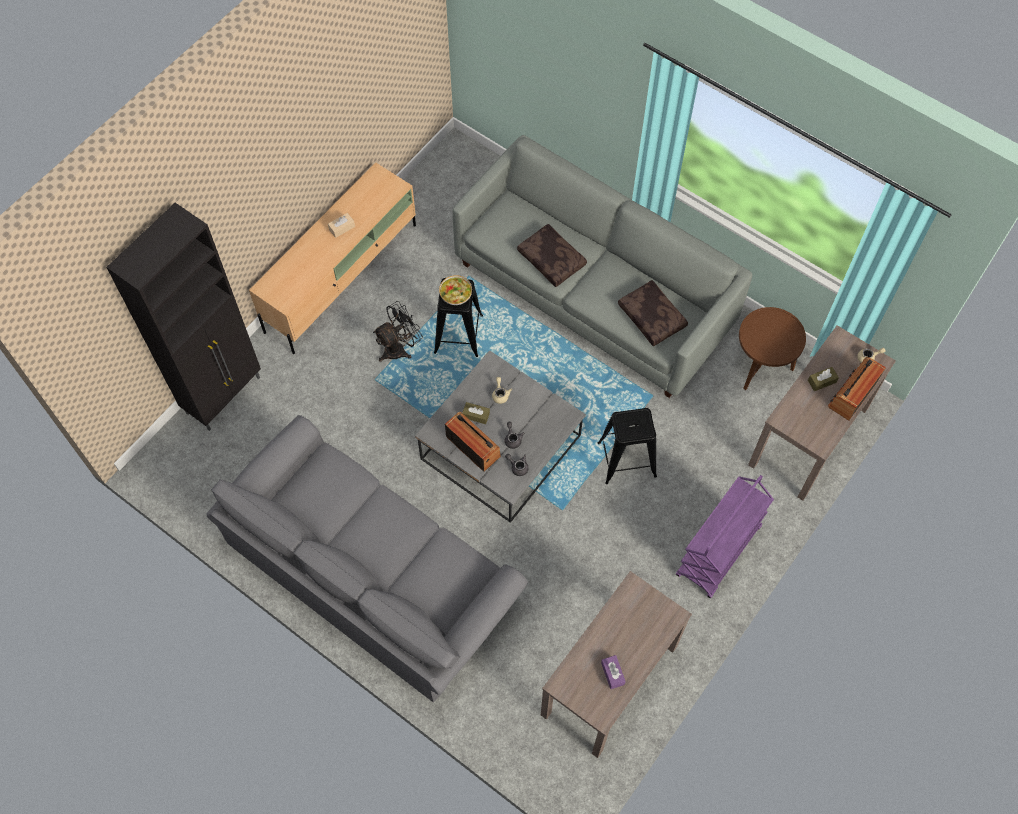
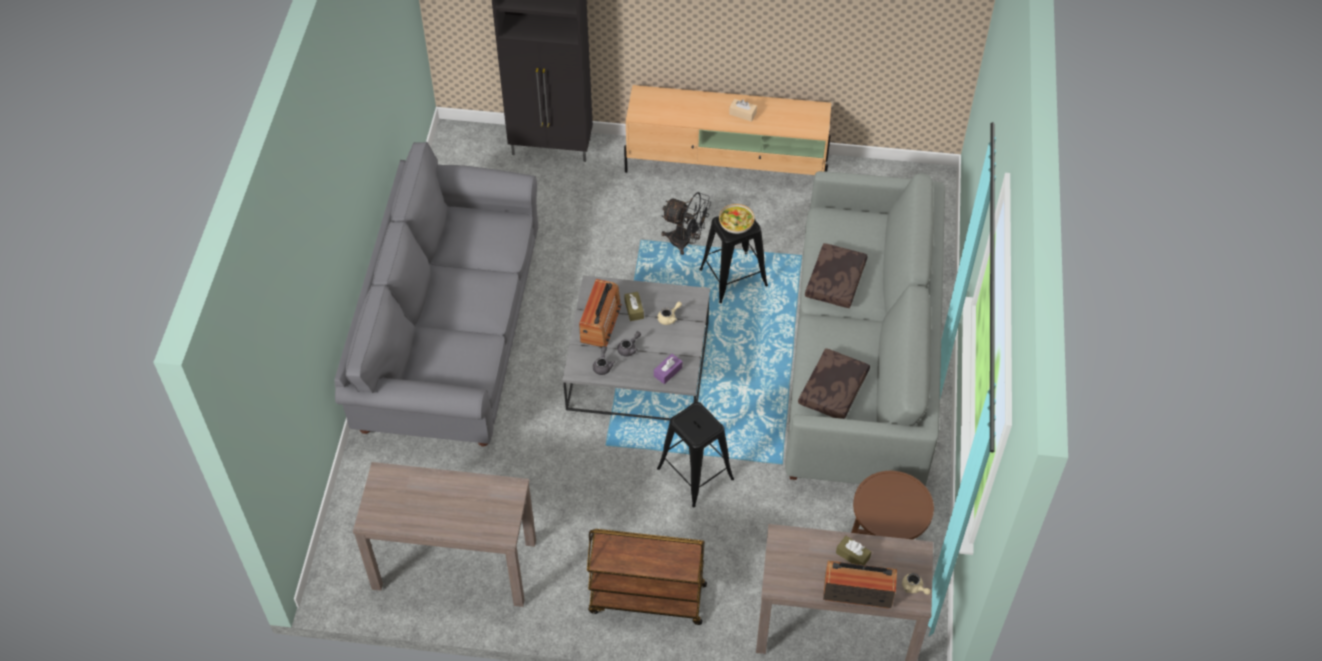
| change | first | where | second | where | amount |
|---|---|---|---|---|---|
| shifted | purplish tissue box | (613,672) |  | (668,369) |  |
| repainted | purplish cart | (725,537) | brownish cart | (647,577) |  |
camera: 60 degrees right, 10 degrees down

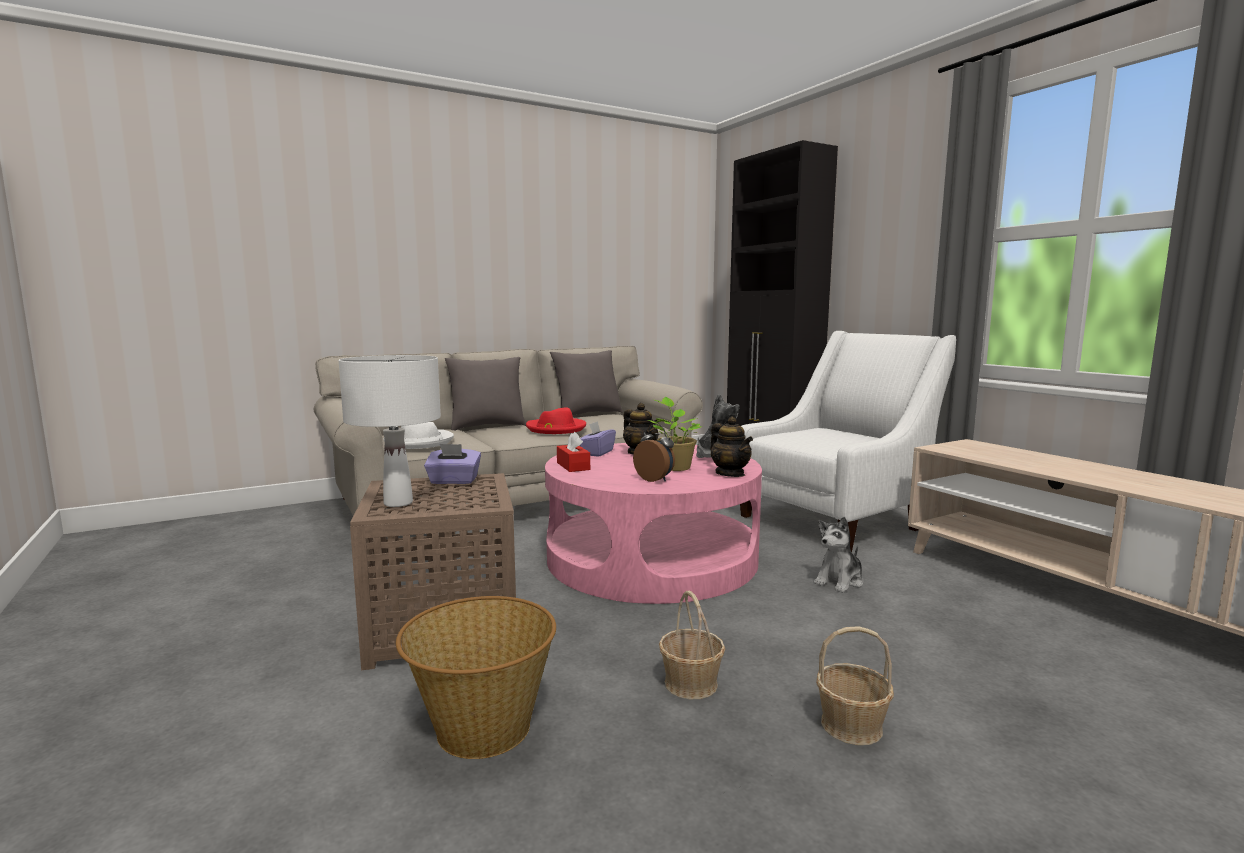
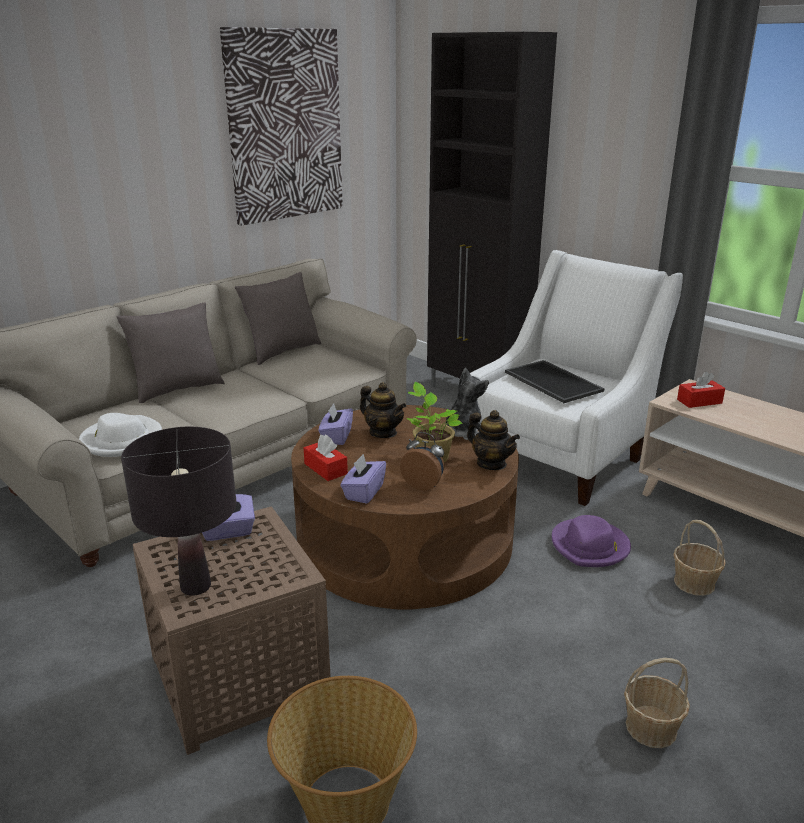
| change | first | where | second | where | amount |
|---|---|---|---|---|---|
| gone | red-coloured clothing hat | (556,420) |  |  |  |
| new |  |  | wall picture | (281,126) |  |
| new |  |  | purplish tissue box | (363,479) |  |
| new |  |  | serving tray | (554,381) |  |
| new |  |  | red-coloured tissue box | (701,390) |  |
| shifted | basket | (692,645) |  | (699,558) |  |
| swapped | soft toy | (839,555) | purplish clothing hat | (591,541) |  |
| repainted | whitish lamp for a table | (390,431) | black-coloured lamp for a table | (178,511) |  |
| repainted | pink lounge table | (653,523) | brownish lounge table | (405,507) |  |
camera: 15 degrees left, 15 degrees up

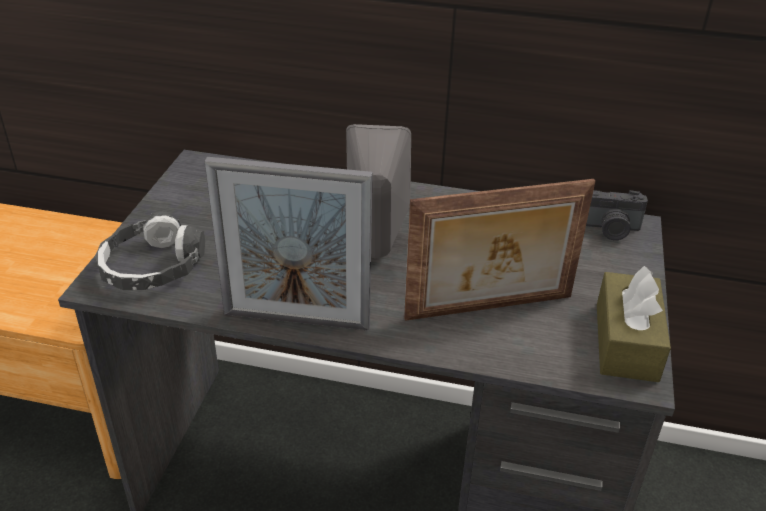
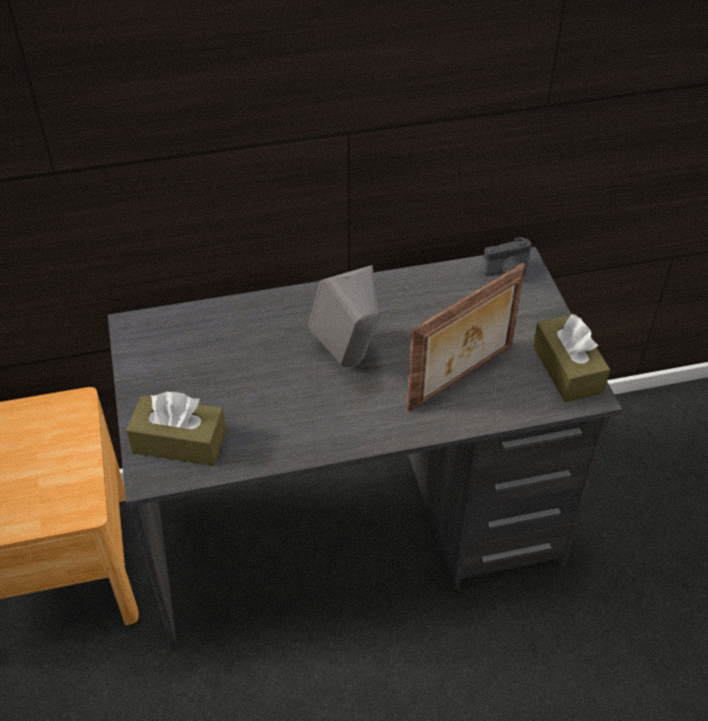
| change | first | where | second | where | amount |
|---|---|---|---|---|---|
| gone | standing frame | (288,244) |  |  |  |
| swapped | headphones | (150,250) | brownish tissue box | (176,429) |  |
camera: 25 degrees left, 10 degrees up

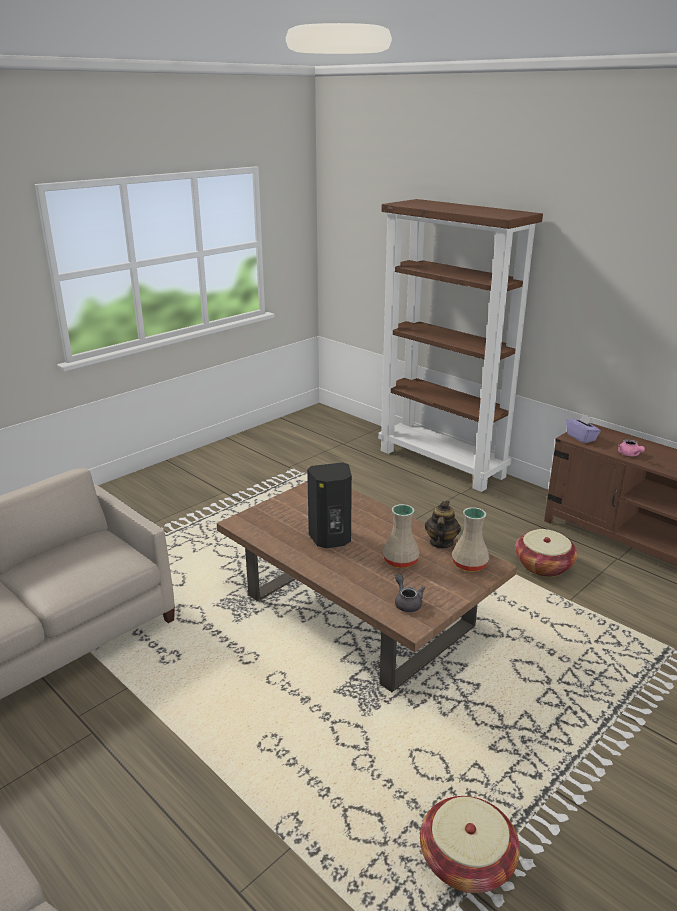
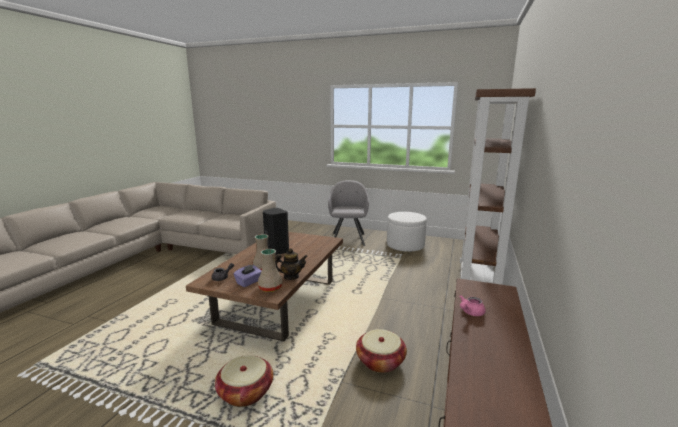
| change | first | where | second | where | amount |
|---|---|---|---|---|---|
| new |  |  | gray lounge chair | (348,213) |  |
| new |  |  | whitish ottoman | (407,232) |  |
| shifted | basket | (470,844) |  | (244,381) |  |
| shifted | purplish tissue box | (583,428) |  | (247,275) |  |
camera: 65 degrees right, 10 degrees down

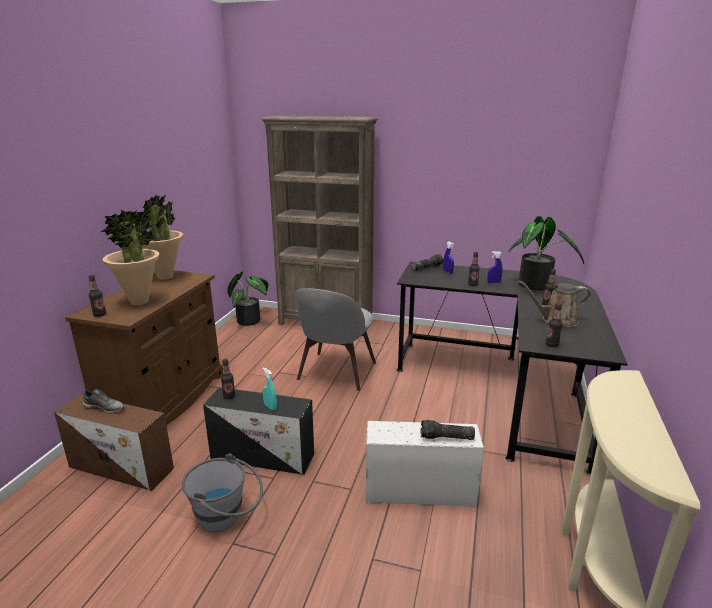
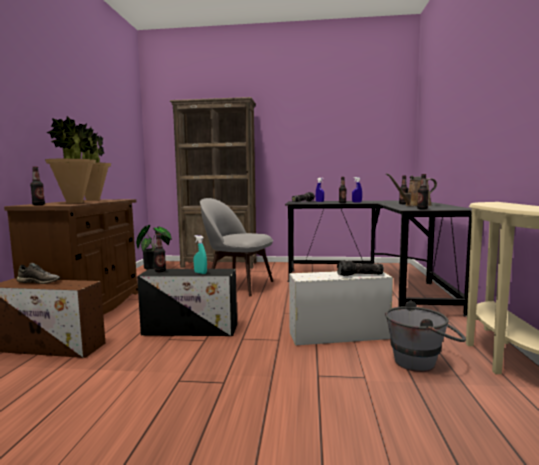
| change | first | where | second | where | amount |
|---|---|---|---|---|---|
| gone | houseplant | (546,253) |  |  |  |
| shifted | gray pail | (222,492) |  | (425,336) |  |
| rotated | gray upright chair | (335,339) |  | (236,247) | 105 degrees clockwise |
camera: 10 degrees left, 15 degrees down

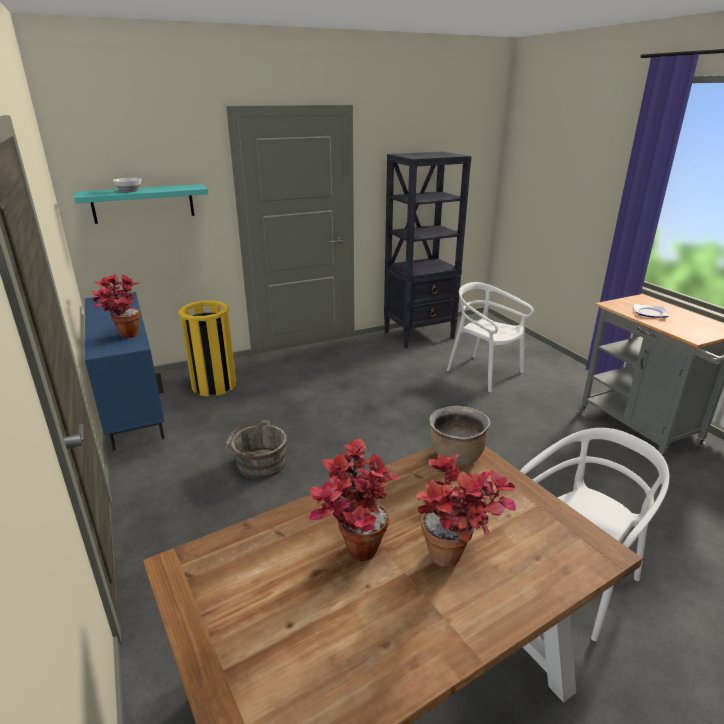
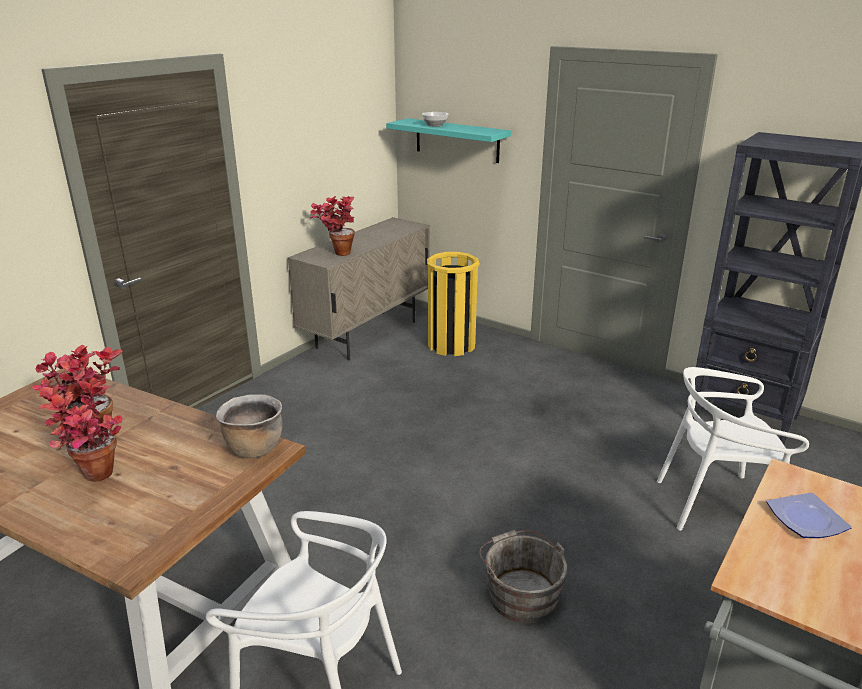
| change | first | where | second | where | amount |
|---|---|---|---|---|---|
| shifted | gray pail | (256,449) |  | (523,577) |  |
| repainted | bluish storage cabinet | (125,371) | beige storage cabinet | (359,289) |  |
| rotated | whitish upright chair | (490,337) |  | (733,449) | 105 degrees counterclockwise |
camera: 60 degrees right, 0 degrees up

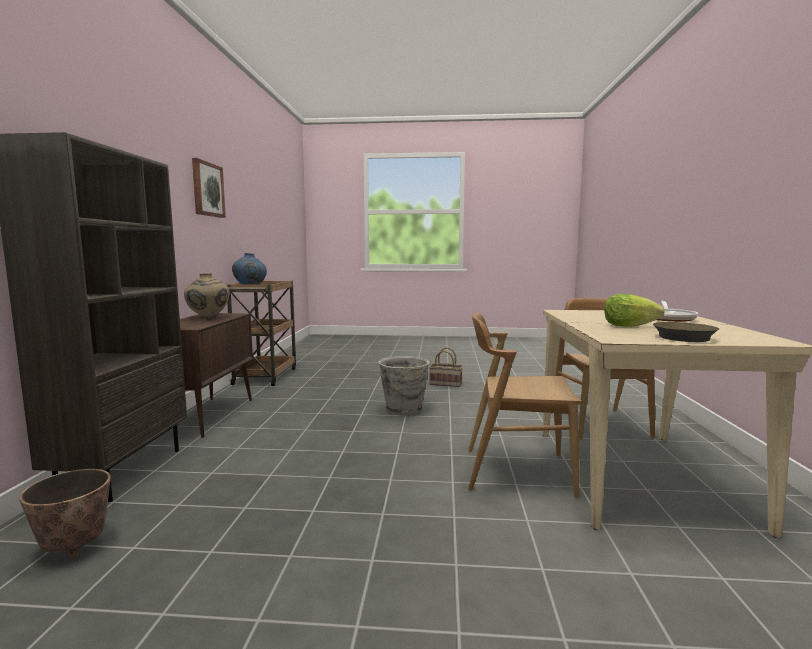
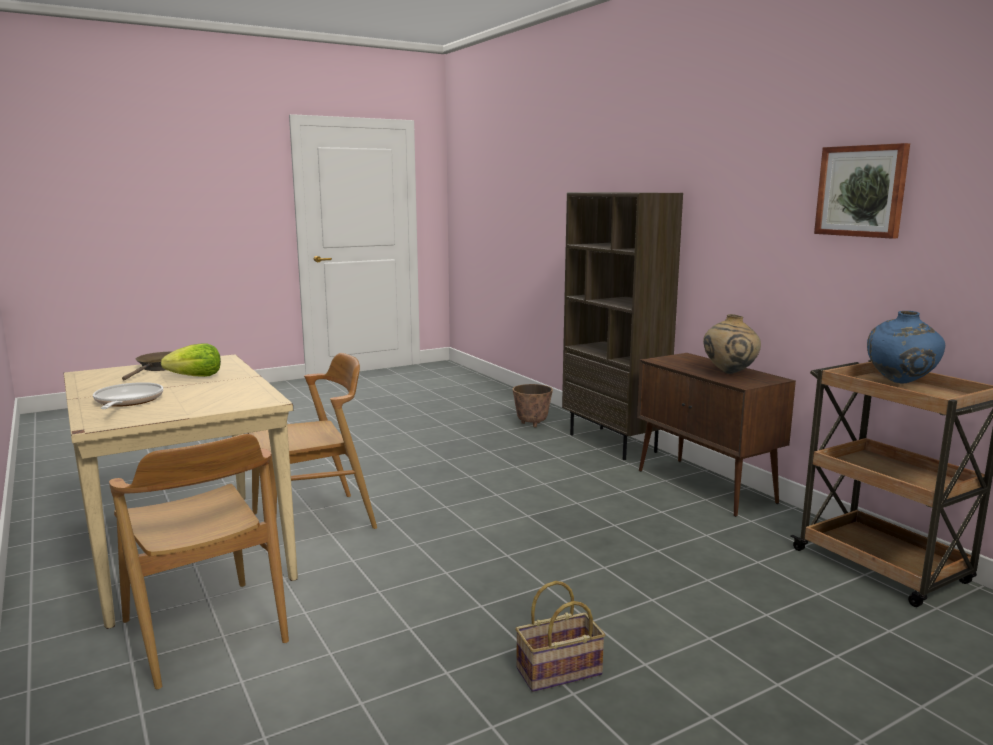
| change | first | where | second | where | amount |
|---|---|---|---|---|---|
| gone | gray pail | (405,386) |  |  |  |
camera: 145 degrees right, 5 degrees up

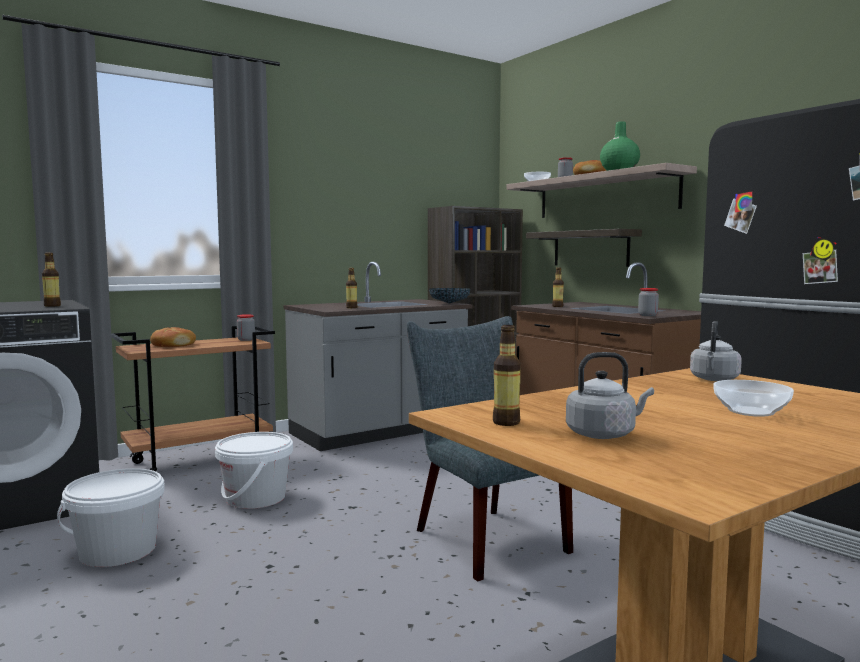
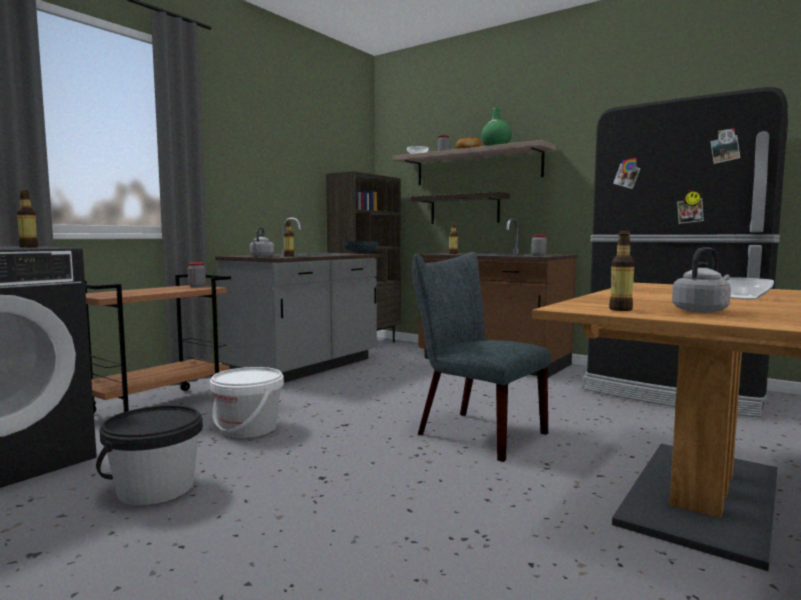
| change | first | where | second | where | amount |
|---|---|---|---|---|---|
| gone | bread | (173,337) |  |  |  |
| shifted | gray tea kettle | (716,351) |  | (262,242) |  |
| repainted | whitish pail | (111,517) | black-coloured pail | (149,455) |  |
camera: 20 degrees left, 0 degrees up

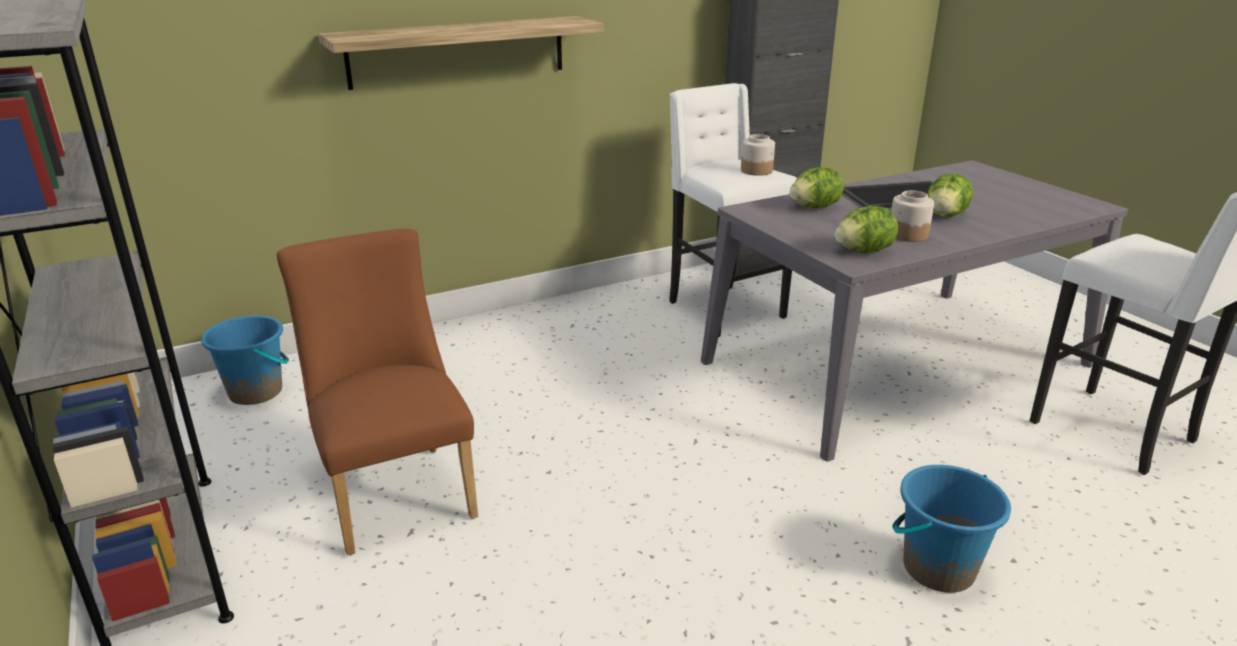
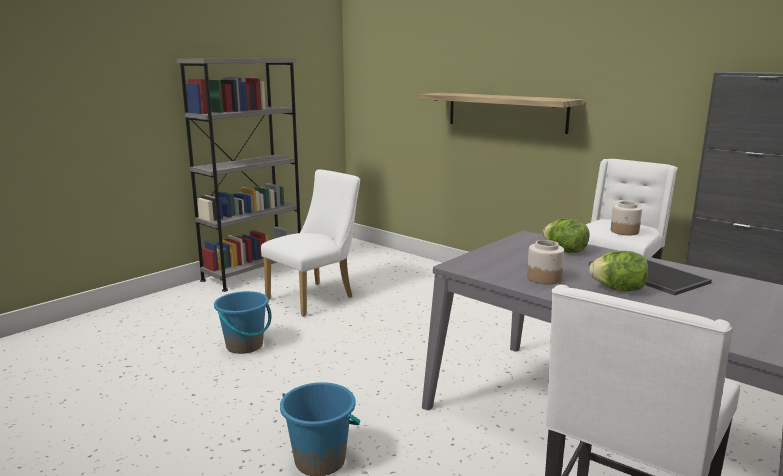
| change | first | where | second | where | amount |
|---|---|---|---|---|---|
| gone | lettuce | (866,229) |  |  |  |
| shifted | bluish pail | (245,360) |  | (243,322) |  |
| repainted | brownish upright chair | (377,392) | whitish upright chair | (310,243) |  |
camera: 70 degrees right, 10 degrees down

